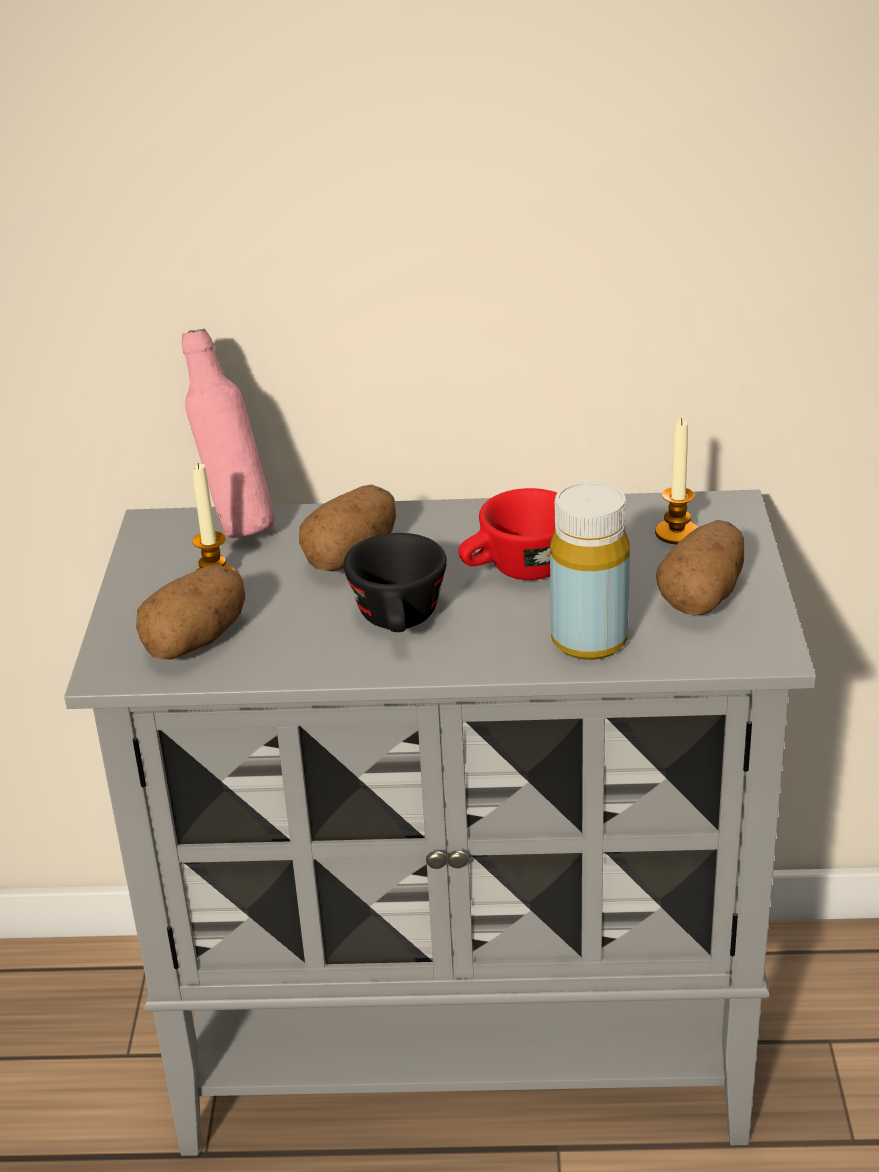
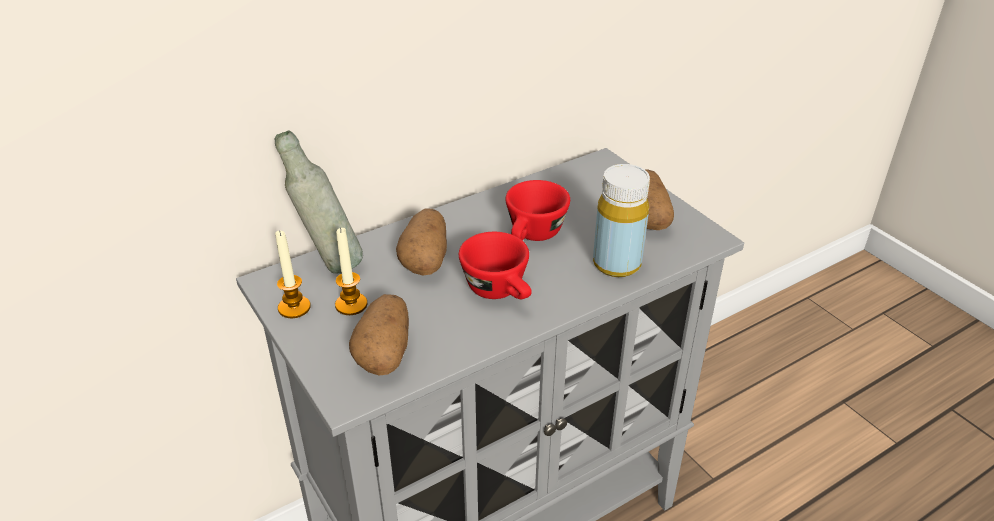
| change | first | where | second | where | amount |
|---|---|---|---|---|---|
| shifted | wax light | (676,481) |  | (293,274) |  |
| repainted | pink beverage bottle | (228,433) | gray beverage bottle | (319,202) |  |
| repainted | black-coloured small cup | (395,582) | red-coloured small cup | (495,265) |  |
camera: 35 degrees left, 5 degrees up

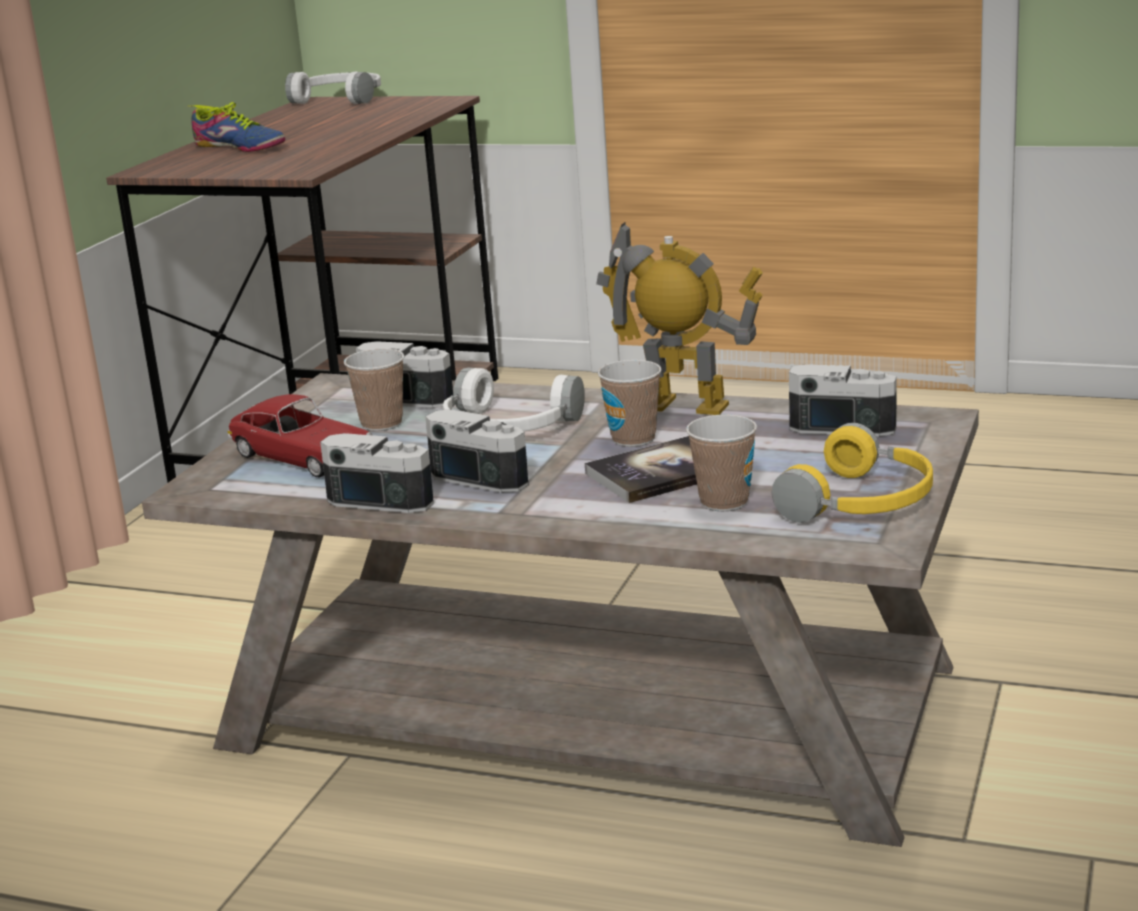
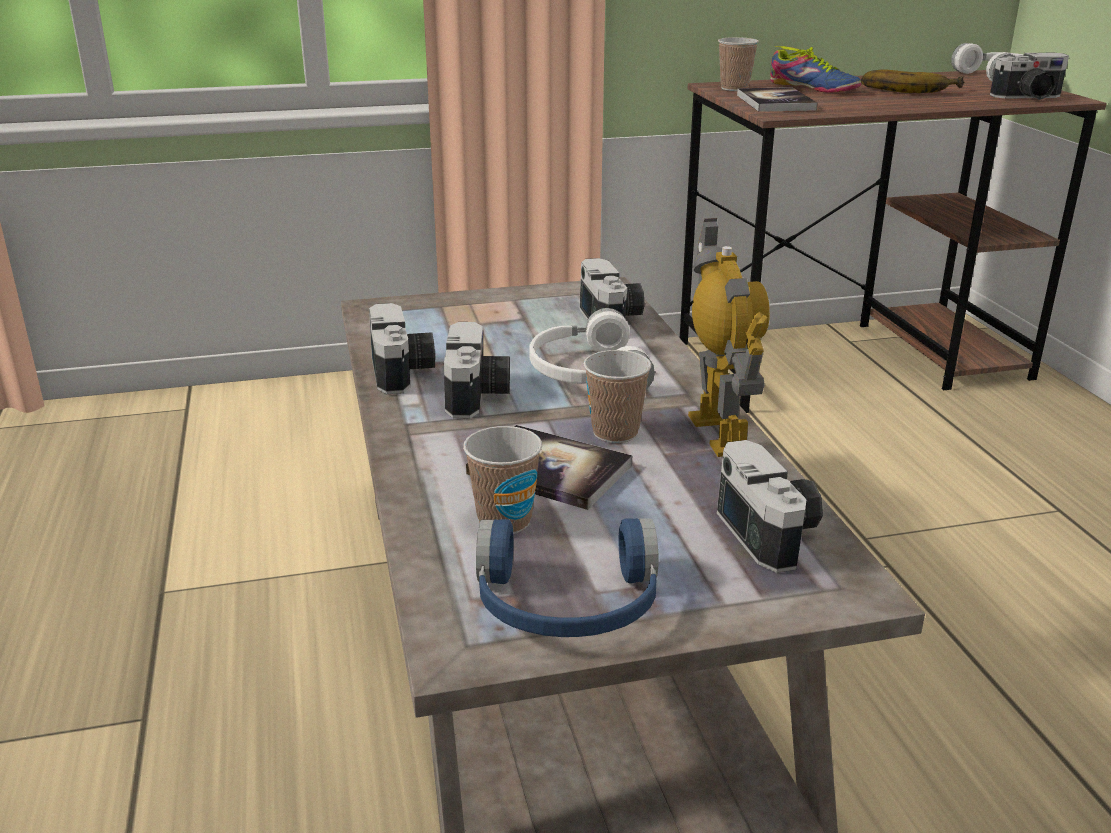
| change | first | where | second | where | amount |
|---|---|---|---|---|---|
| gone | miniature car | (300,435) |  |  |  |
| new |  |  | bound book | (777,99) |  |
| new |  |  | banana fruit | (912,81) |  |
| new |  |  | still camera | (1029,76) |  |
| shifted | small cup | (374,390) |  | (738,64) |  |
| repainted | yellow headphones | (852,473) | bluish headphones | (567,577) |  |
| rotated | shoe | (237,127) |  | (815,69) | 45 degrees counterclockwise |
camera: 55 degrees right, 5 degrees up

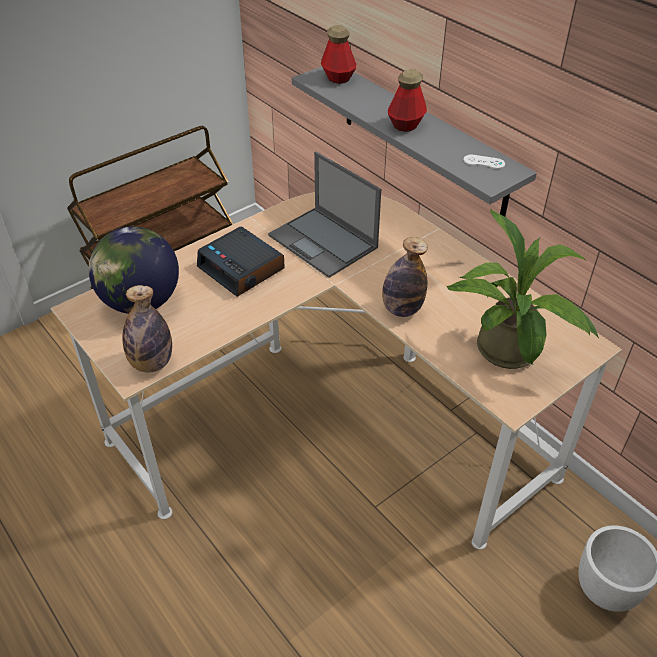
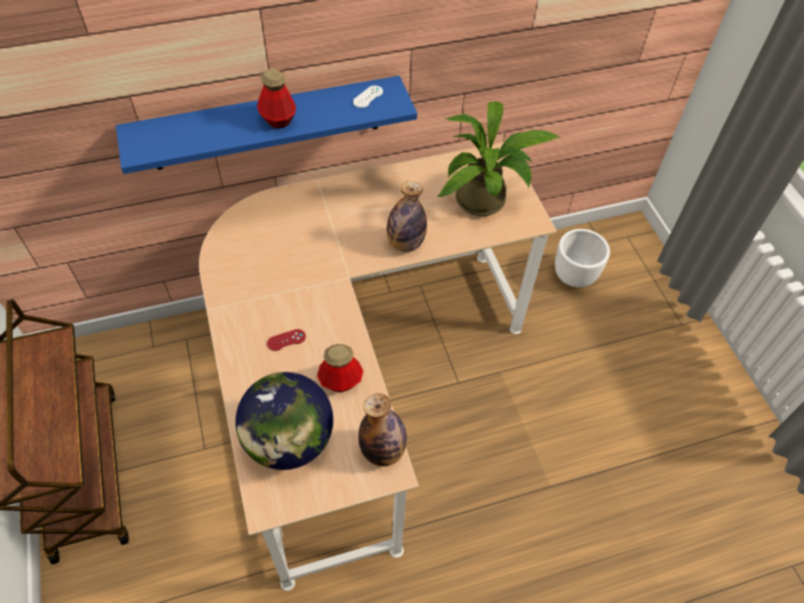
| change | first | where | second | where | amount |
|---|---|---|---|---|---|
| gone | laptop | (324,214) |  |  |  |
| shifted | beverage bottle | (338,54) |  | (340,368) |  |
| swapped | alarm clock | (241,261) | red-coloured game controller | (286,340) |  |
| repainted | gray shelf | (414,141) | bluish shelf | (266,125) |  |
camera: 70 degrees left, 10 degrees up

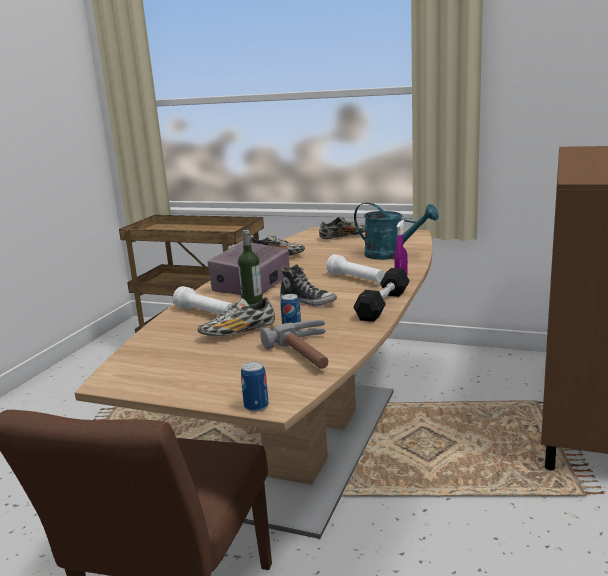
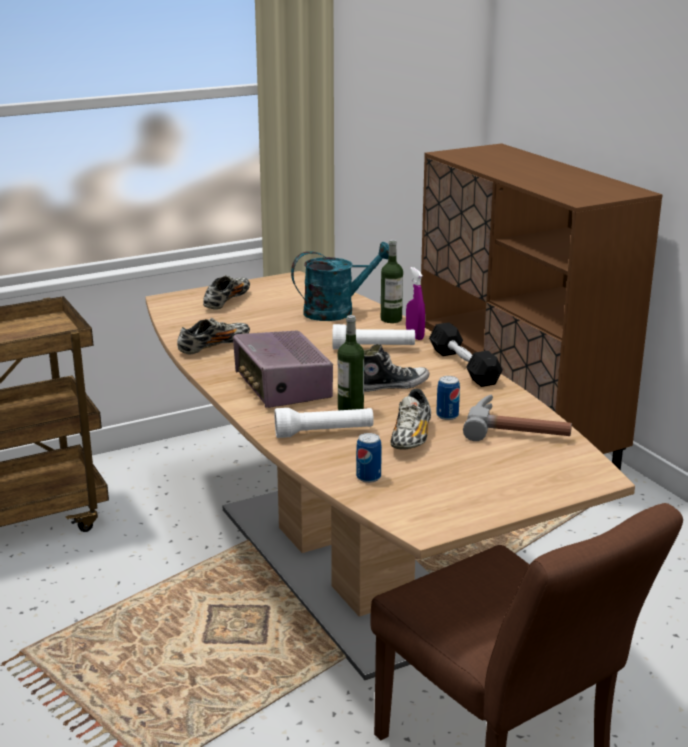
| change | first | where | second | where | amount |
|---|---|---|---|---|---|
| new |  |  | beverage bottle | (392,281) |  |
| shifted | metal can | (255,386) |  | (369,458) |  |
camera: 50 degrees left, 5 degrees up

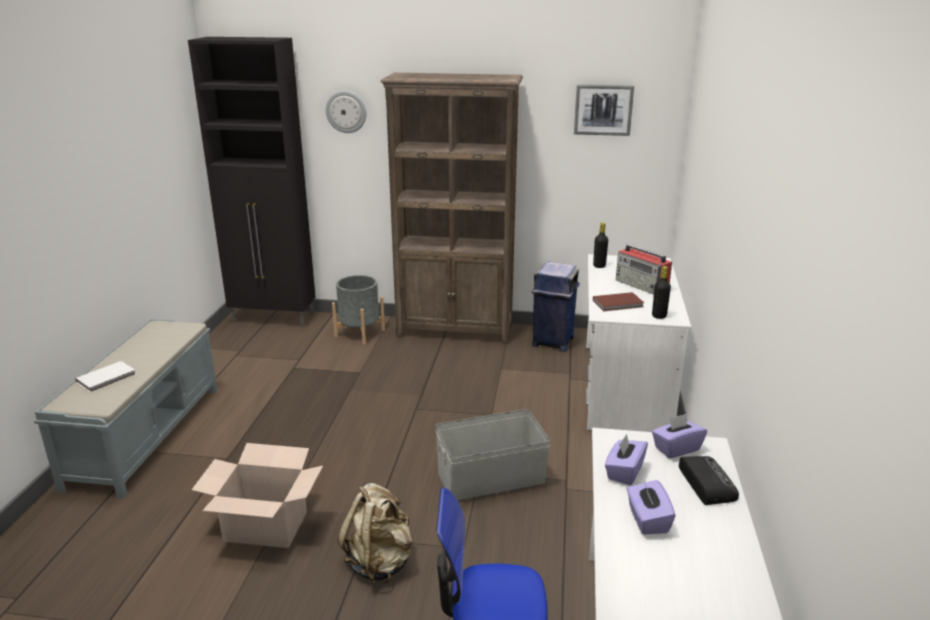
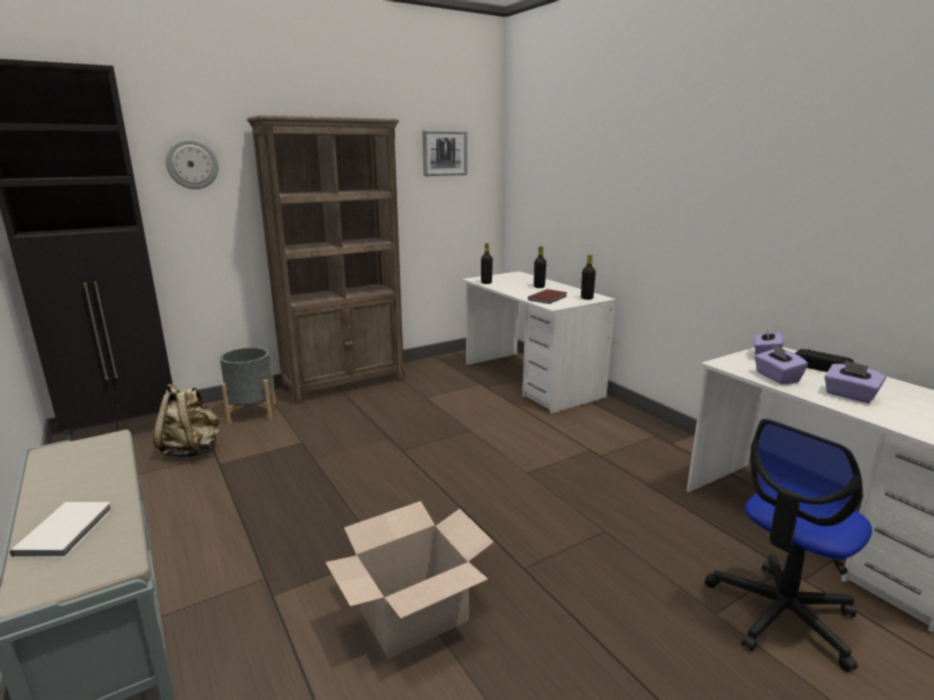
| change | first | where | second | where | amount |
|---|---|---|---|---|---|
| gone | gray storage box | (493,454) |  |  |  |
| gone | bluish rubbish bin | (555,307) |  |  |  |
| shifted | beige rucksack | (375,533) |  | (186,421) |  |
| swapped | radio receiver | (644,269) | black-coloured beverage bottle | (540,267) |  |
camera: 40 degrees left, 5 degrees down

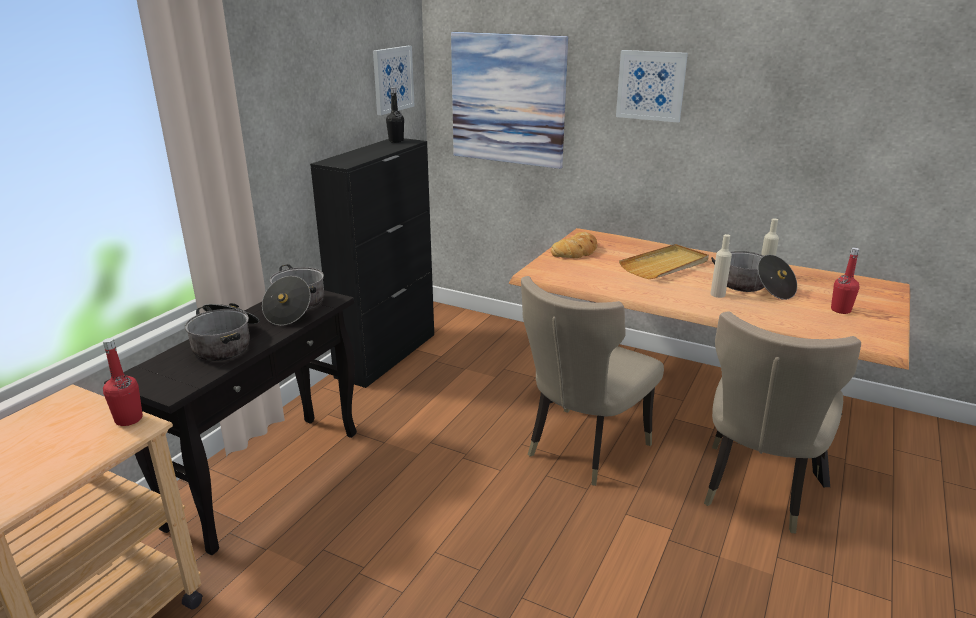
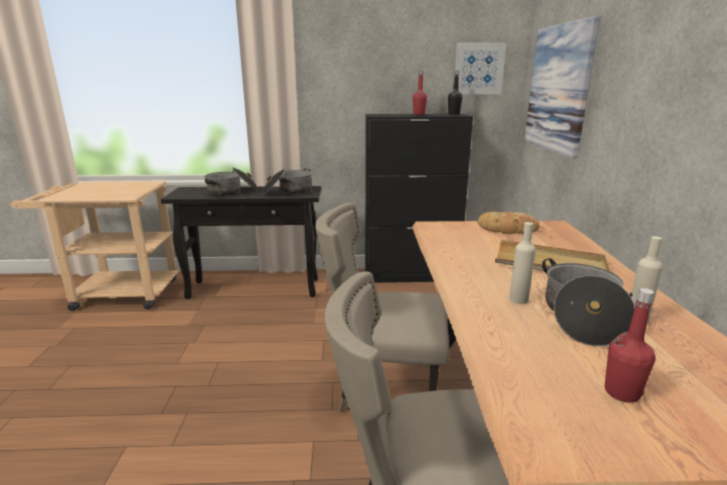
| change | first | where | second | where | amount |
|---|---|---|---|---|---|
| gone | wall picture | (652,86) |  |  |  |
| shifted | red-coloured beverage bottle | (123,382) |  | (420,93) |  |
camera: 60 degrees right, 5 degrees down

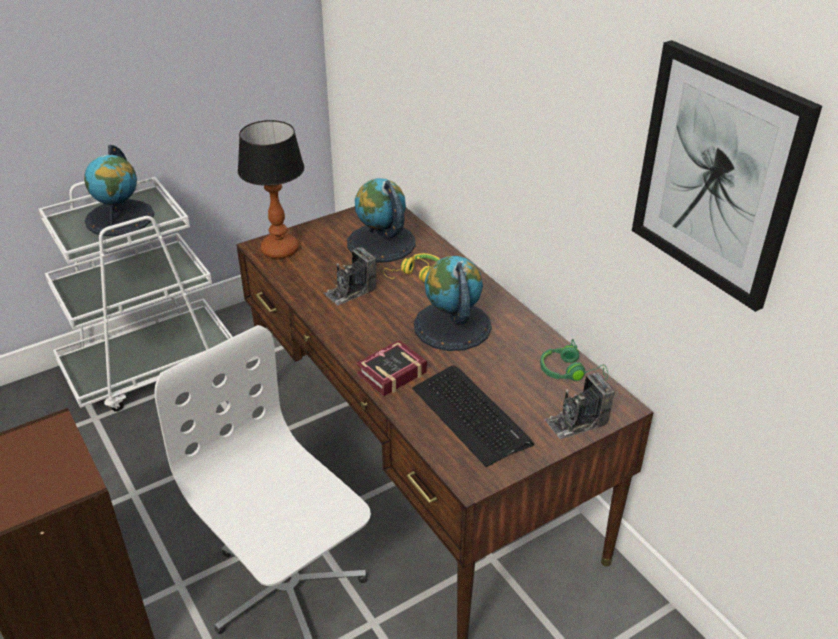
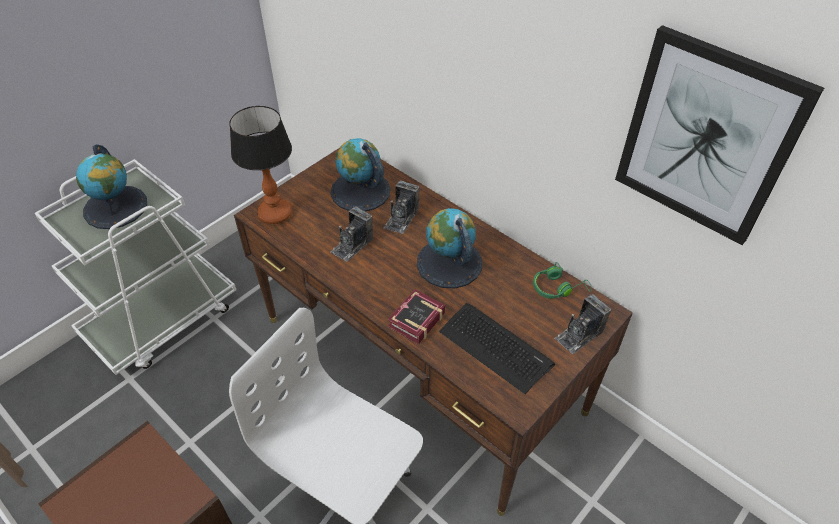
| change | first | where | second | where | amount |
|---|---|---|---|---|---|
| swapped | yellow headphones | (411,267) | still camera | (402,207) |  |
camera: 15 degrees left, 10 degrees up

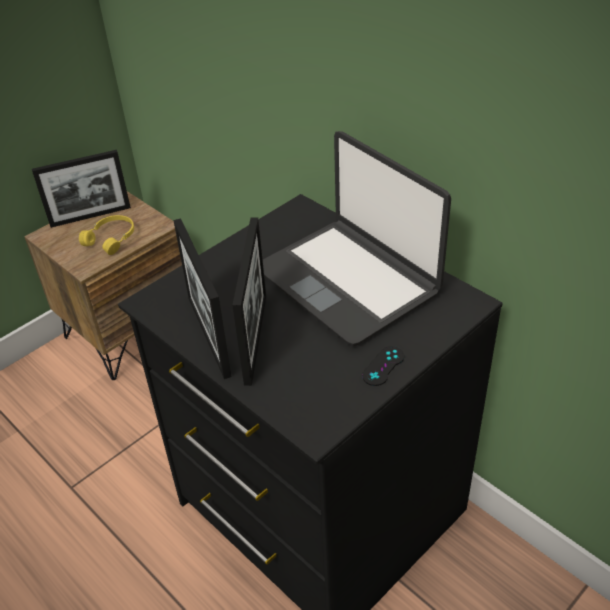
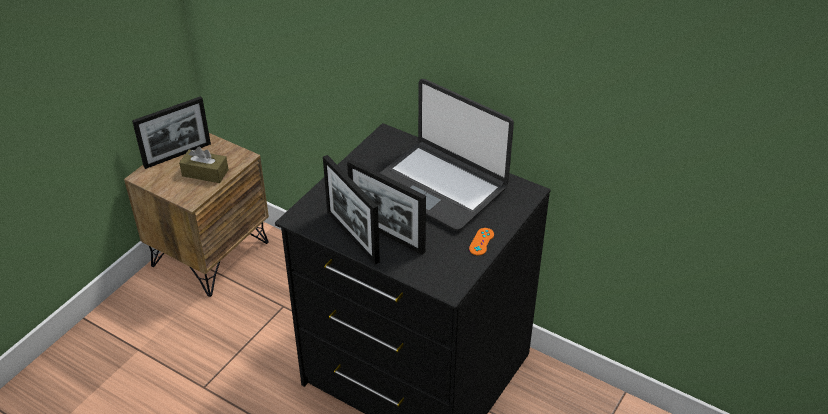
| change | first | where | second | where | amount |
|---|---|---|---|---|---|
| swapped | yellow headphones | (106,235) | brownish tissue box | (204,165) |  |
| repainted | black-coloured game controller | (383,366) | orange game controller | (481,241) |  |
| rotated | standing frame | (249,301) |  | (386,207) | 135 degrees clockwise |
camera: 15 degrees left, 0 degrees up

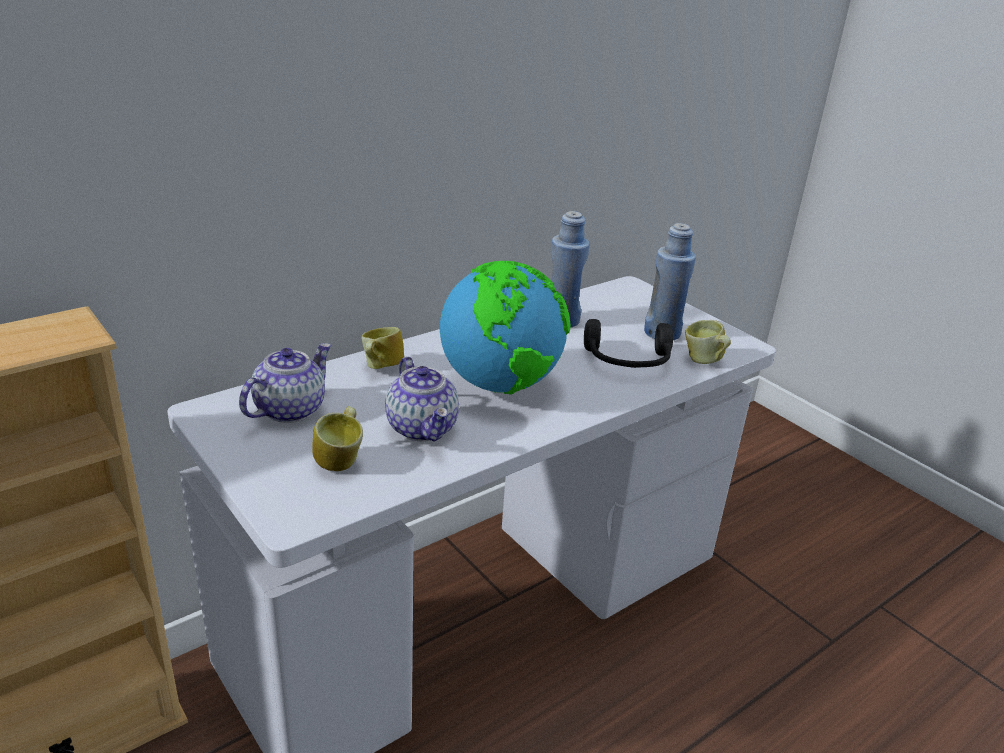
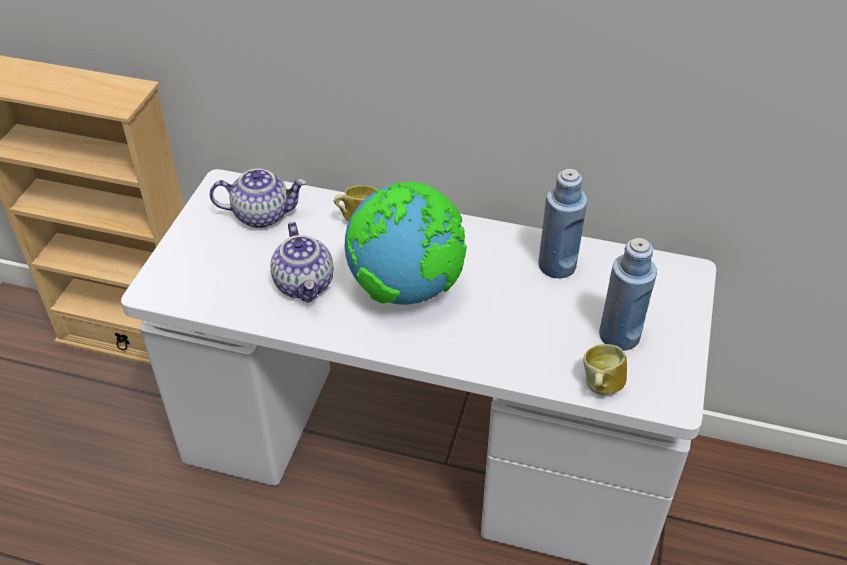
| change | first | where | second | where | amount |
|---|---|---|---|---|---|
| gone | tea mug | (337,438) |  |  |  |
| gone | black-coloured headphones | (628,343) |  |  |  |
| rotated | pot for tea | (422,399) |  | (302,262) | 45 degrees counterclockwise |
camera: 55 degrees right, 15 degrees up

